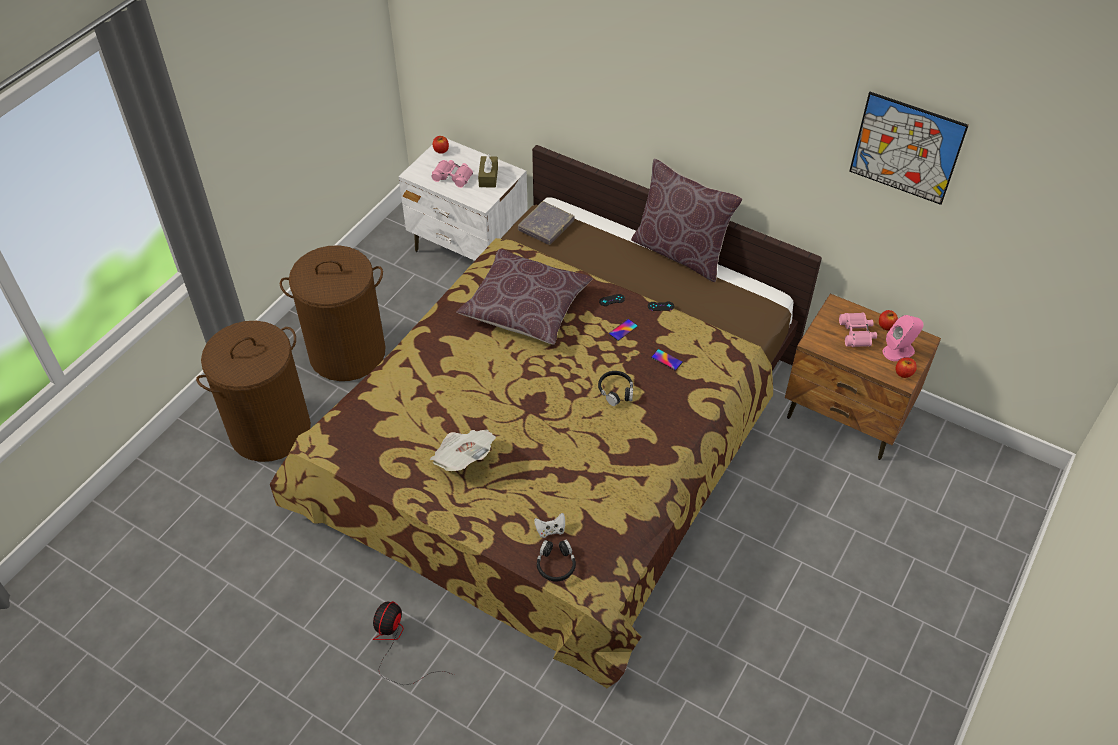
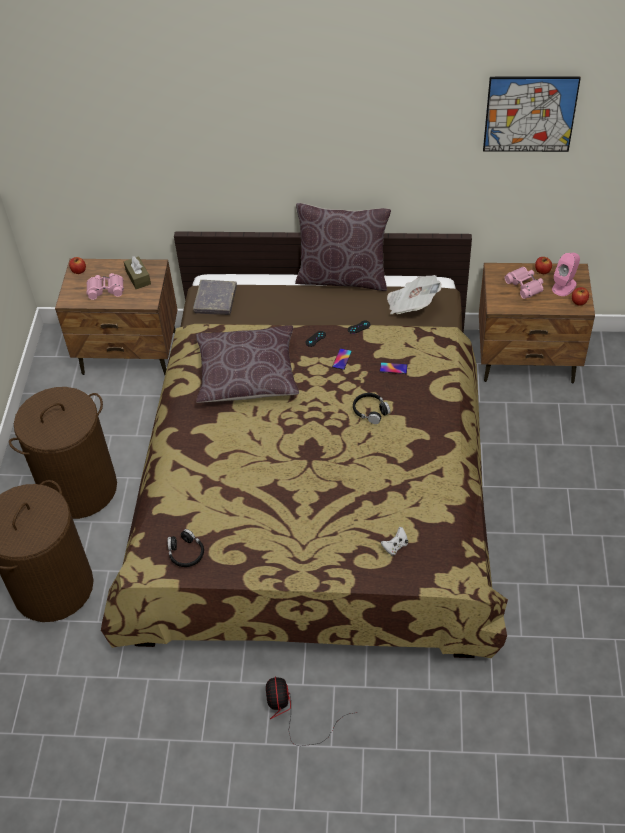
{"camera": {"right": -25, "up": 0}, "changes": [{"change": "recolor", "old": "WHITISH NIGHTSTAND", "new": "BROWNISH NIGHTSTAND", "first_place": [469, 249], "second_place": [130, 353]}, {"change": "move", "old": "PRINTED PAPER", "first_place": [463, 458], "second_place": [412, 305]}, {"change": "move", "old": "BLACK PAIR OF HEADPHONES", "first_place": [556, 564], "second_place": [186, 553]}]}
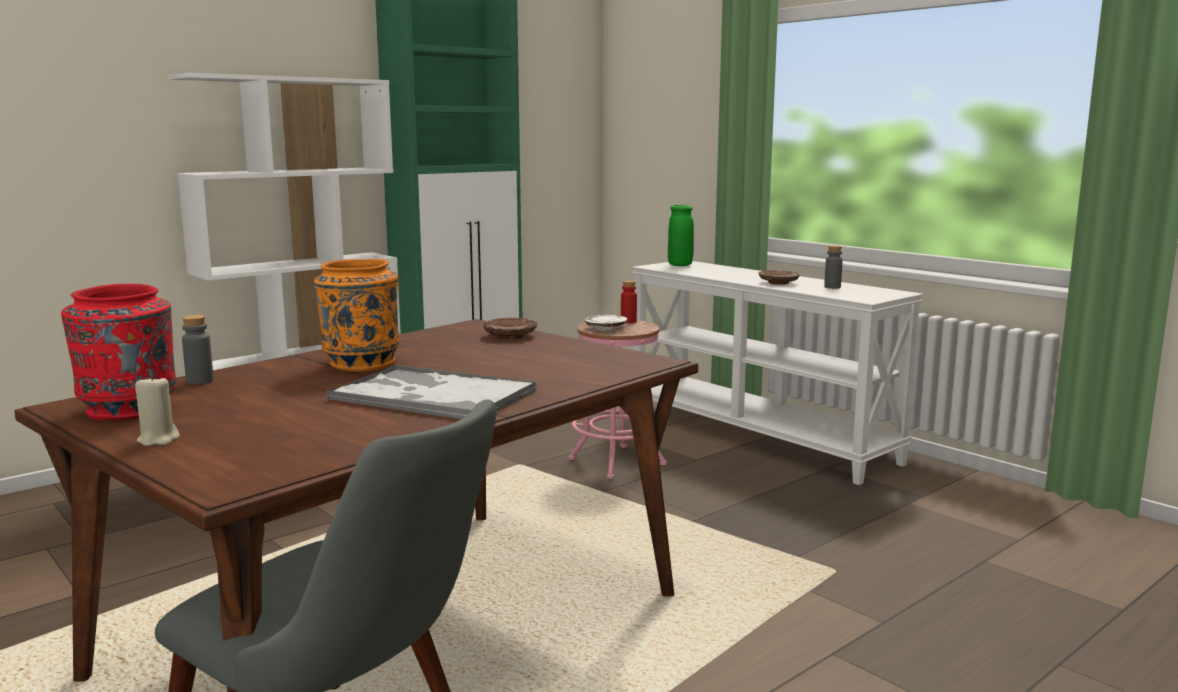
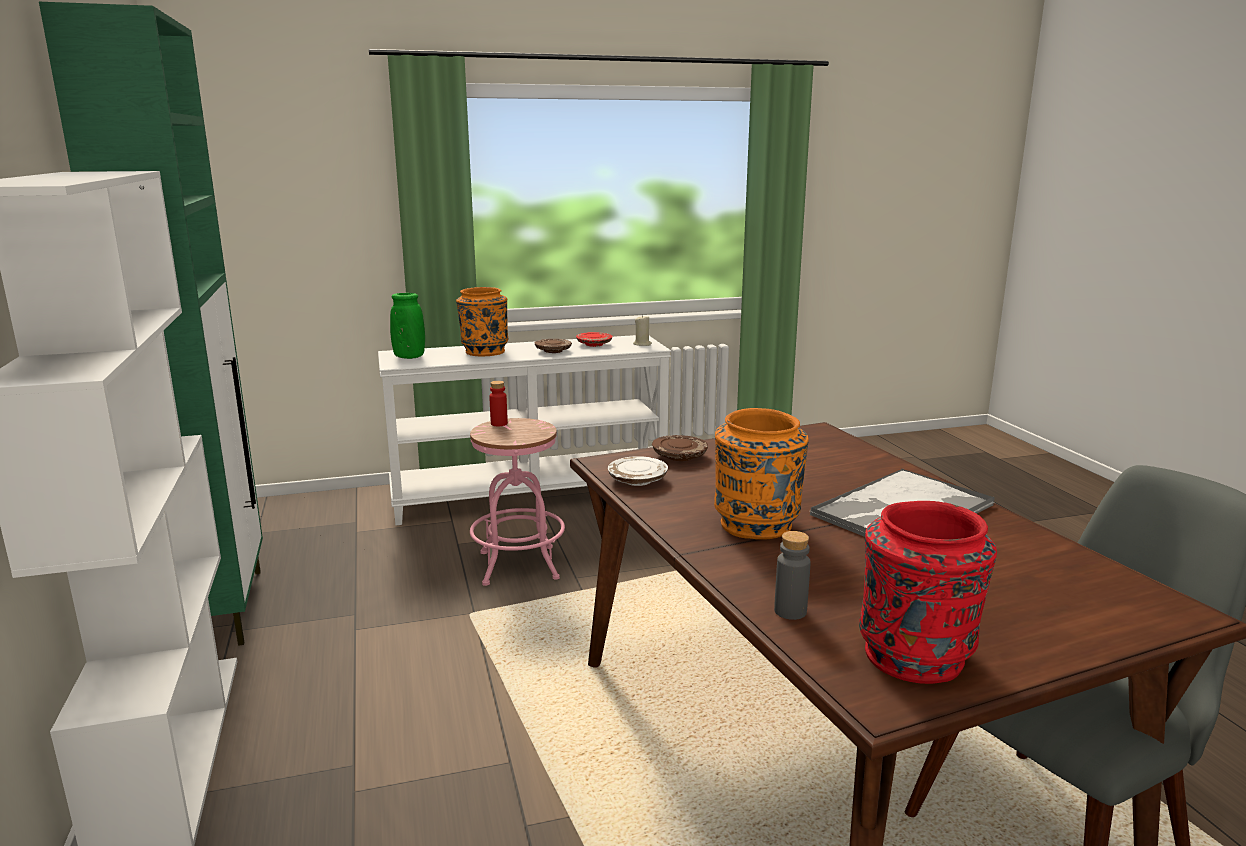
{"camera": {"right": -65, "up": 5}, "changes": [{"change": "replace", "old": "GRAY BEVERAGE BOTTLE", "new": "REDDISH PLATE", "first_place": [832, 287], "second_place": [594, 344]}, {"change": "move", "old": "WHITISH PLATE", "first_place": [605, 329], "second_place": [637, 480]}, {"change": "move", "old": "BEIGE-COLOURED WAX CANDLE", "first_place": [159, 440], "second_place": [642, 344]}, {"change": "insert", "new": "ORANGE-COLOURED DECORATIVE VASE", "second_place": [484, 351]}]}
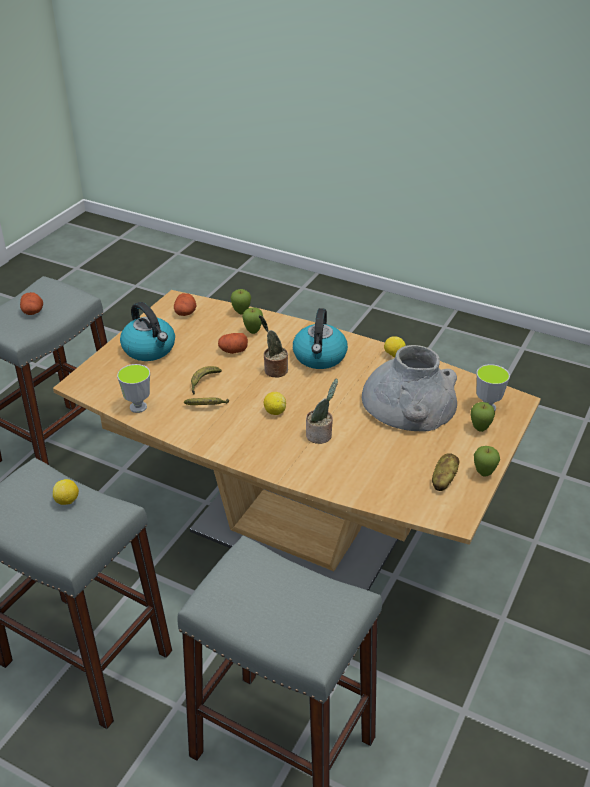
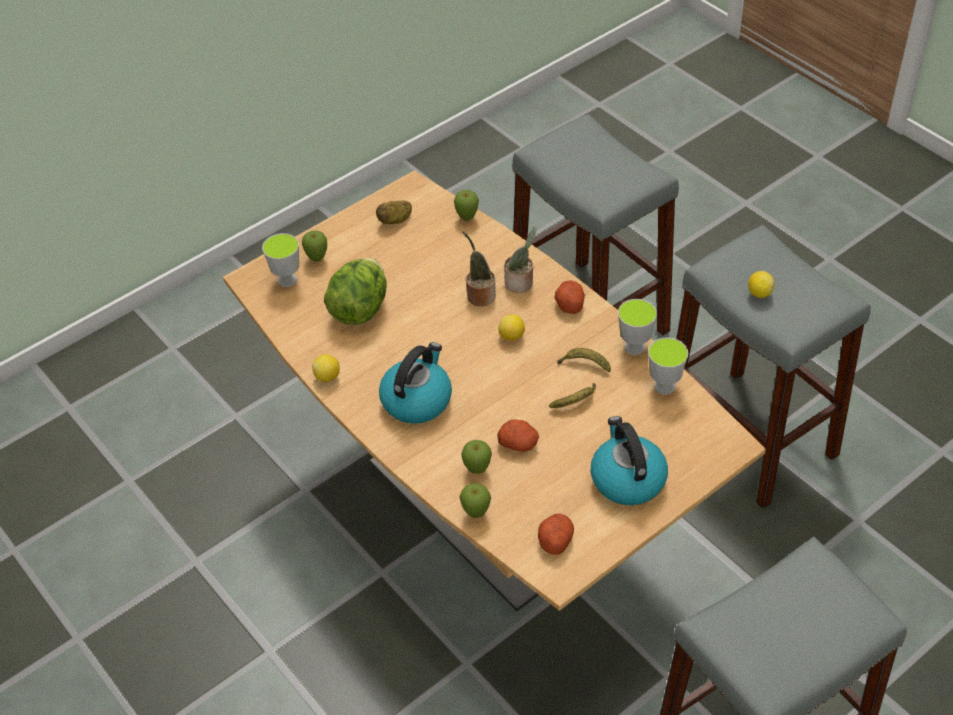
{"camera": {"right": -155, "up": 10}, "changes": [{"change": "move", "old": "WHOLE POTATO", "first_place": [33, 311], "second_place": [569, 304]}, {"change": "move", "old": "HOUSEPLANT", "first_place": [274, 370], "second_place": [521, 283]}, {"change": "replace", "old": "GRAY DECORATIVE VASE", "new": "LETTUCE HEAD", "first_place": [409, 401], "second_place": [360, 309]}, {"change": "move", "old": "APPLE FRUIT", "first_place": [483, 474], "second_place": [467, 218]}, {"change": "insert", "new": "CUP", "second_place": [634, 347]}]}
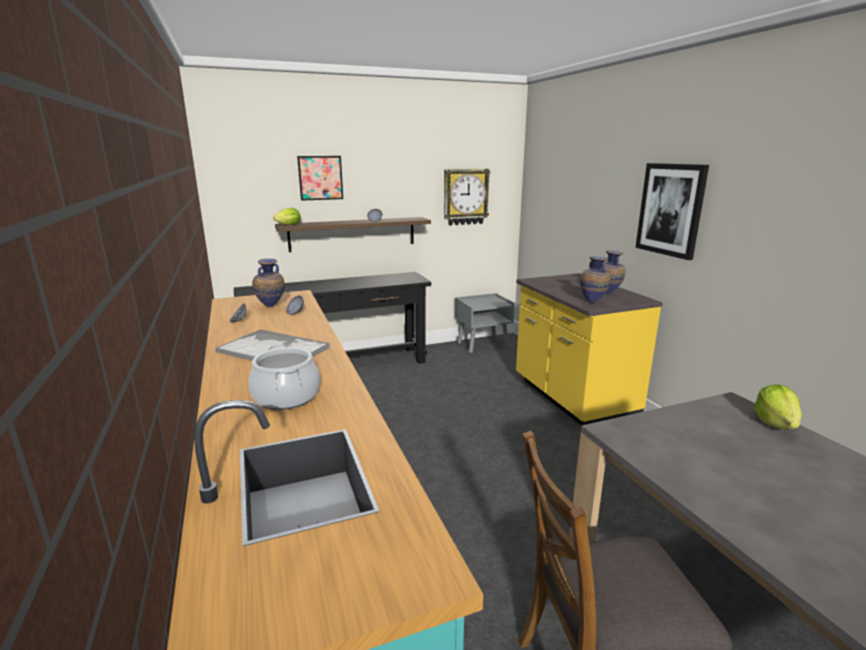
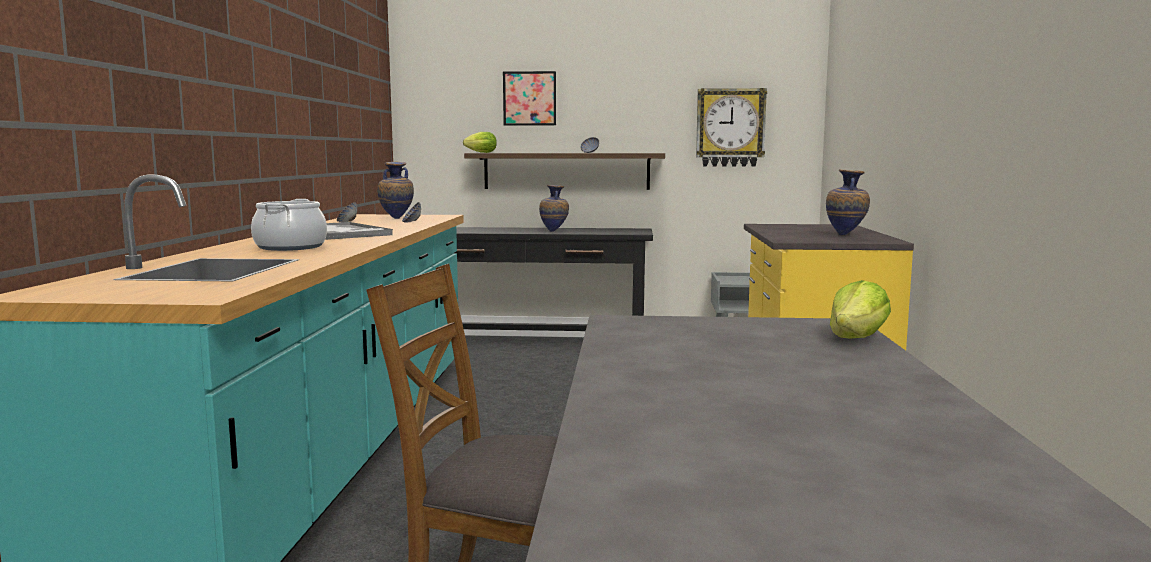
{"camera": {"right": 25, "up": -10}, "changes": [{"change": "delete", "old": "PICTURE", "first_place": [670, 209]}, {"change": "move", "old": "DECORATIVE VASE", "first_place": [593, 302], "second_place": [554, 231]}]}
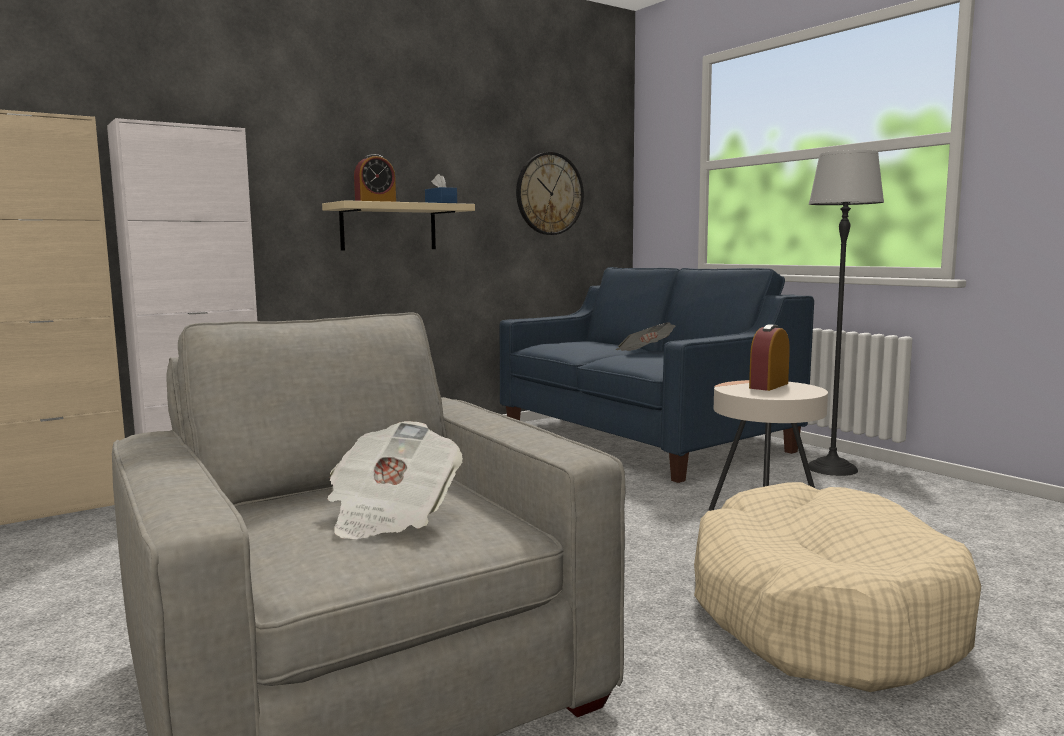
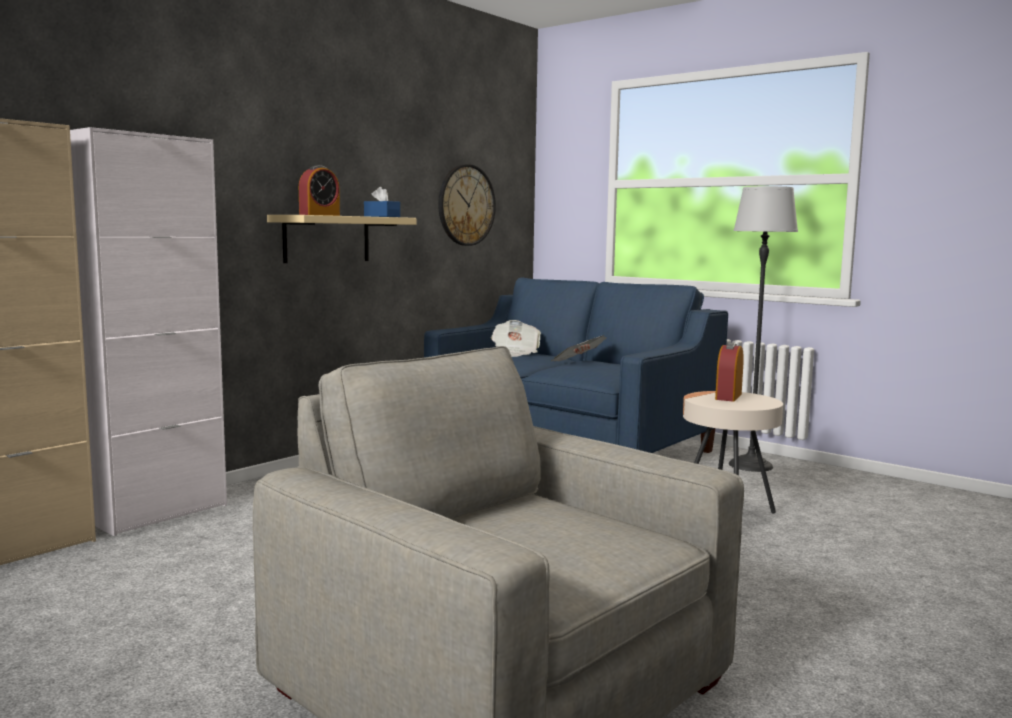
{"camera": {"right": -15, "up": 0}, "changes": [{"change": "move", "old": "PRINTED PAPER", "first_place": [391, 515], "second_place": [515, 353]}, {"change": "delete", "old": "BEIGE-COLOURED DOG BED", "first_place": [821, 614]}]}
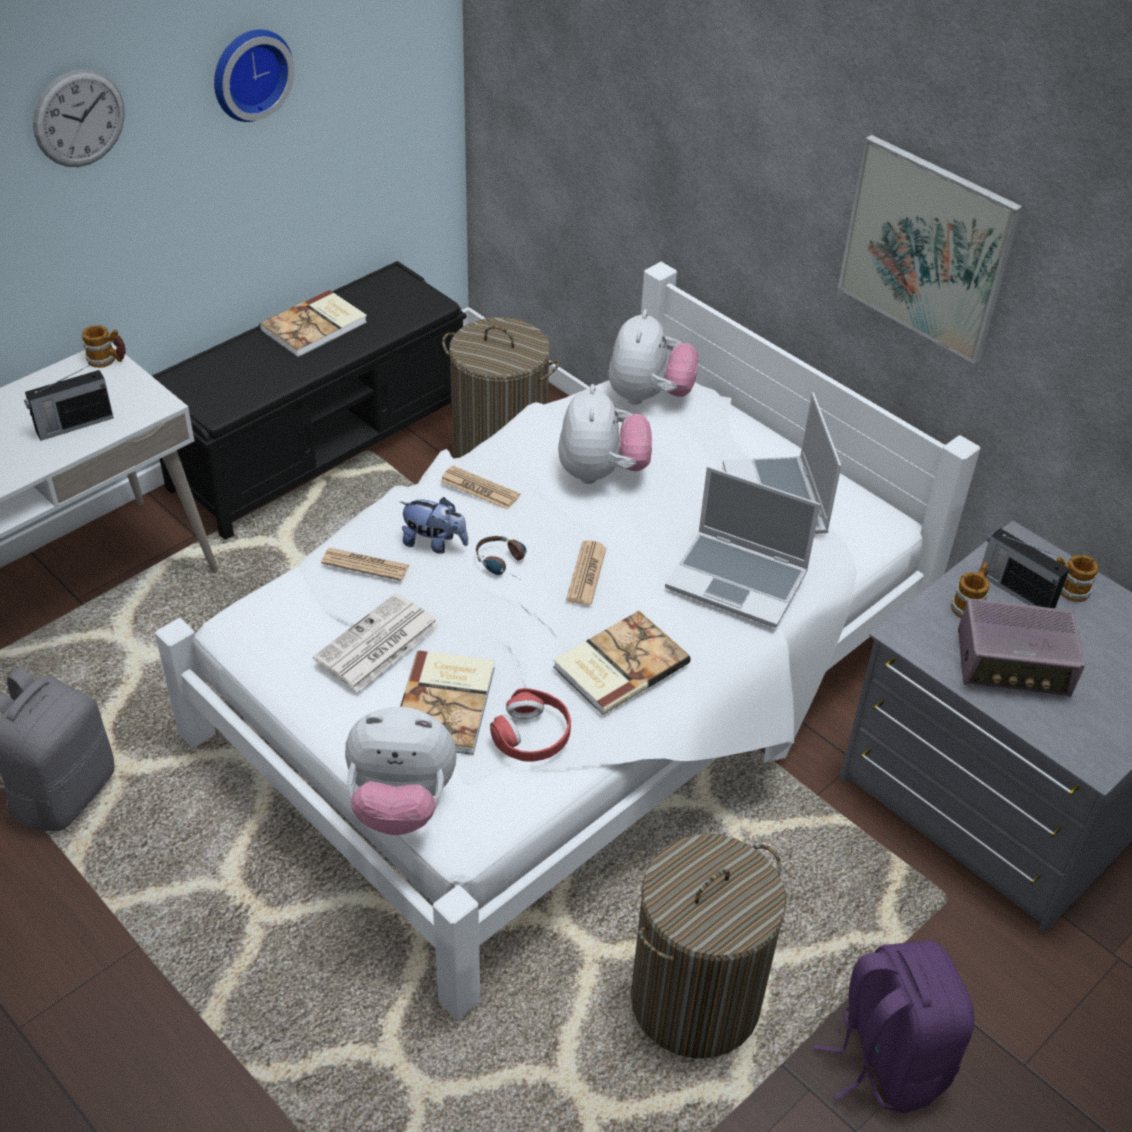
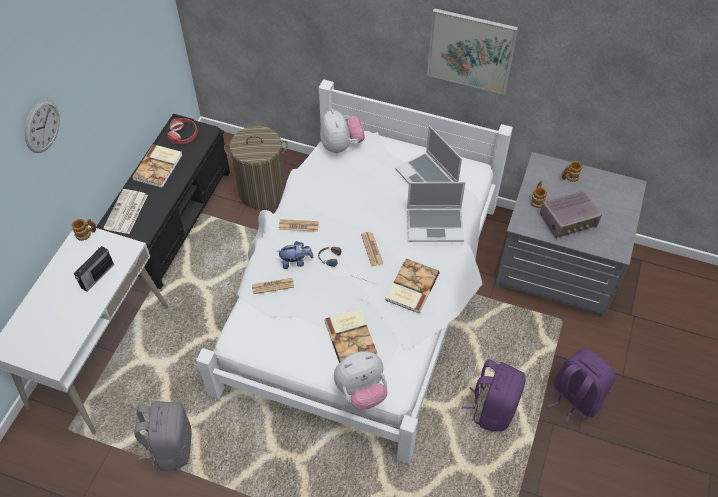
{"camera": {"right": -25, "up": 10}, "changes": [{"change": "delete", "old": "HANGING CLOCK", "first_place": [249, 73]}, {"change": "delete", "old": "PLUSH TOY", "first_place": [601, 472]}, {"change": "delete", "old": "RADIO RECEIVER", "first_place": [1015, 589]}, {"change": "move", "old": "PRINTED PAPER", "first_place": [376, 644], "second_place": [126, 212]}, {"change": "move", "old": "REDDISH PAIR OF HEADPHONES", "first_place": [532, 735], "second_place": [183, 135]}, {"change": "replace", "old": "LAUNDRY BASKET", "new": "PURPLE BACKPACK", "first_place": [695, 999], "second_place": [492, 408]}]}
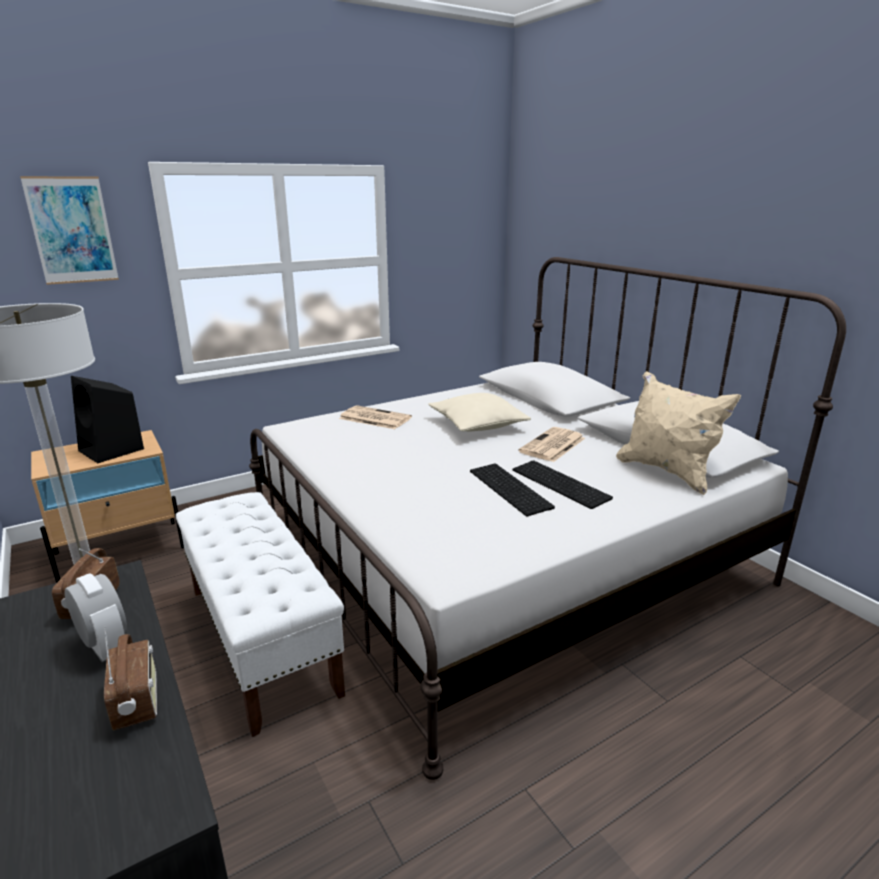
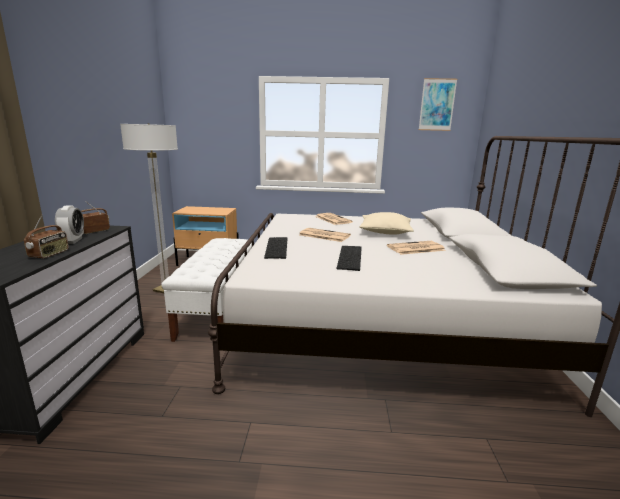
{"camera": {"right": 35, "up": -5}, "changes": [{"change": "move", "old": "PICTURE", "first_place": [72, 230], "second_place": [437, 105]}, {"change": "delete", "old": "BEIGE-COLOURED CUSHION", "first_place": [666, 472]}, {"change": "delete", "old": "BLACK SPEAKER", "first_place": [112, 450]}, {"change": "move", "old": "PC KEYBOARD", "first_place": [562, 483], "second_place": [278, 248]}, {"change": "insert", "new": "PRINTED PAPER", "second_place": [323, 235]}]}
